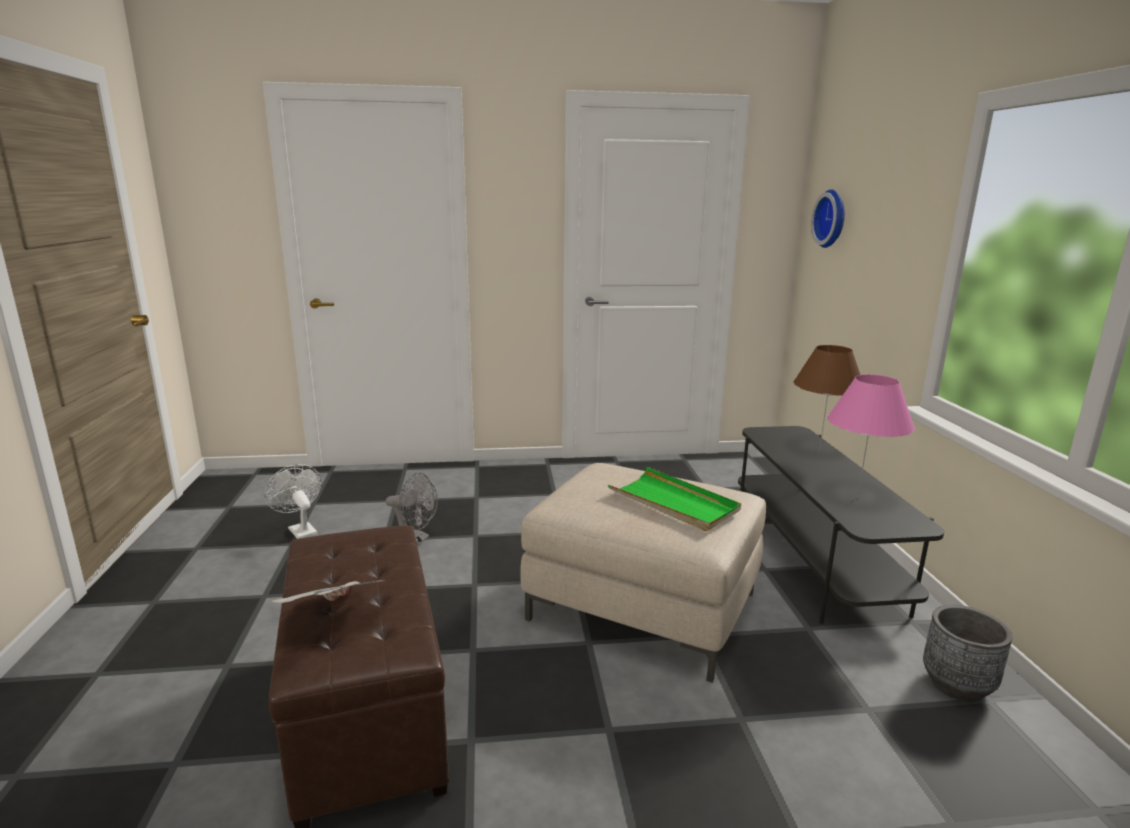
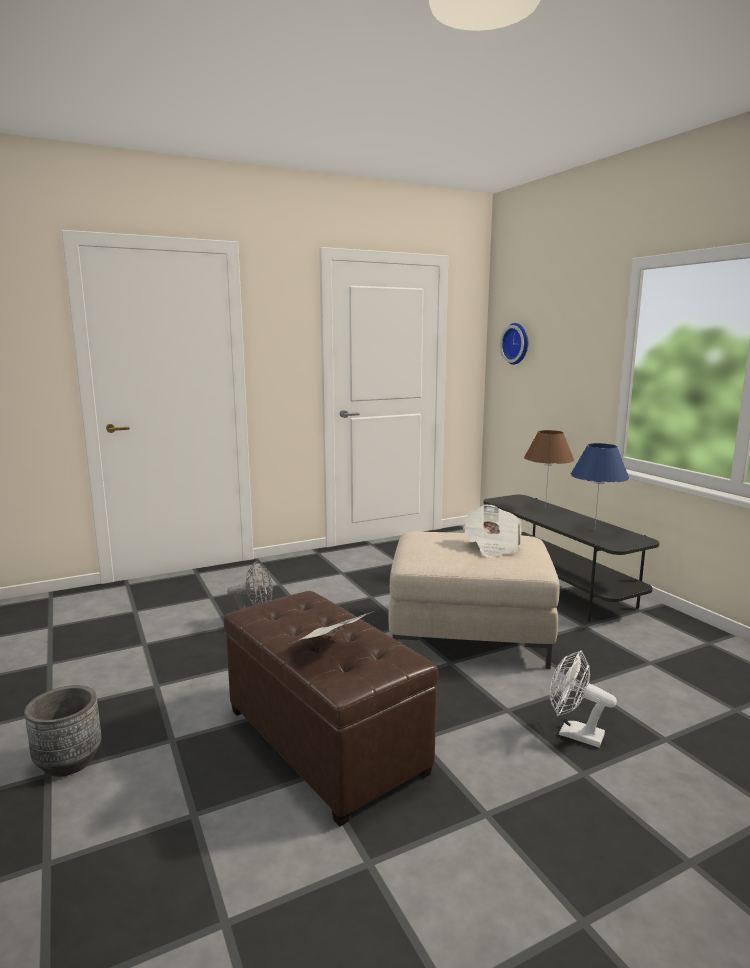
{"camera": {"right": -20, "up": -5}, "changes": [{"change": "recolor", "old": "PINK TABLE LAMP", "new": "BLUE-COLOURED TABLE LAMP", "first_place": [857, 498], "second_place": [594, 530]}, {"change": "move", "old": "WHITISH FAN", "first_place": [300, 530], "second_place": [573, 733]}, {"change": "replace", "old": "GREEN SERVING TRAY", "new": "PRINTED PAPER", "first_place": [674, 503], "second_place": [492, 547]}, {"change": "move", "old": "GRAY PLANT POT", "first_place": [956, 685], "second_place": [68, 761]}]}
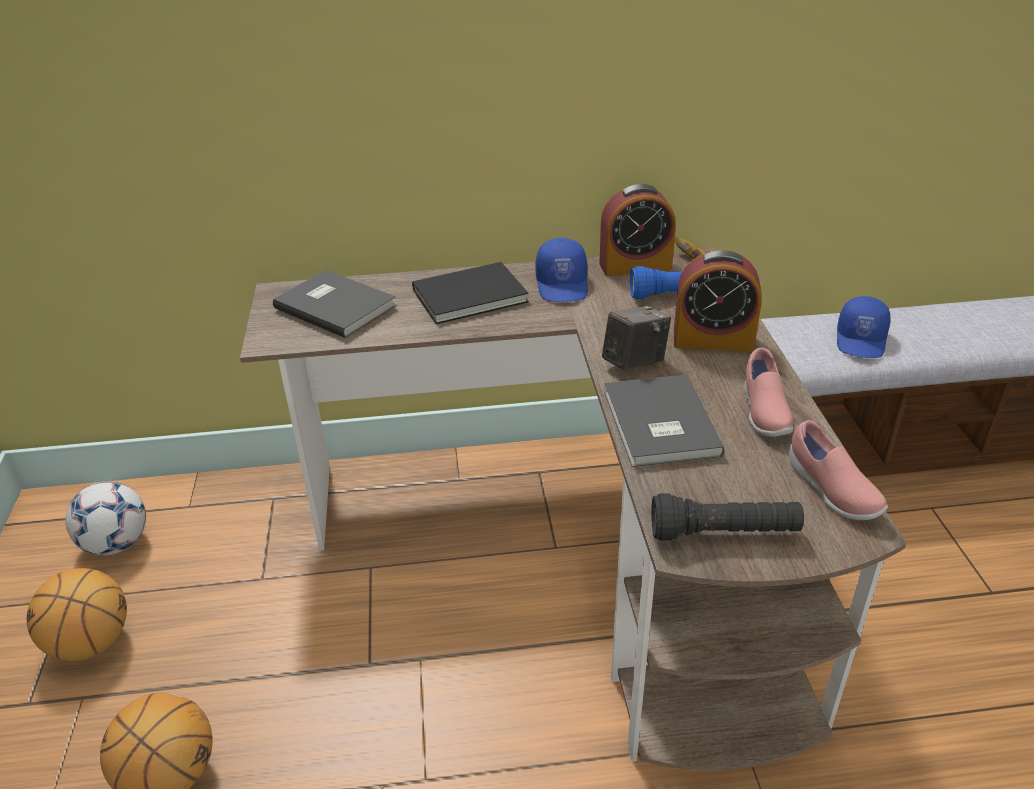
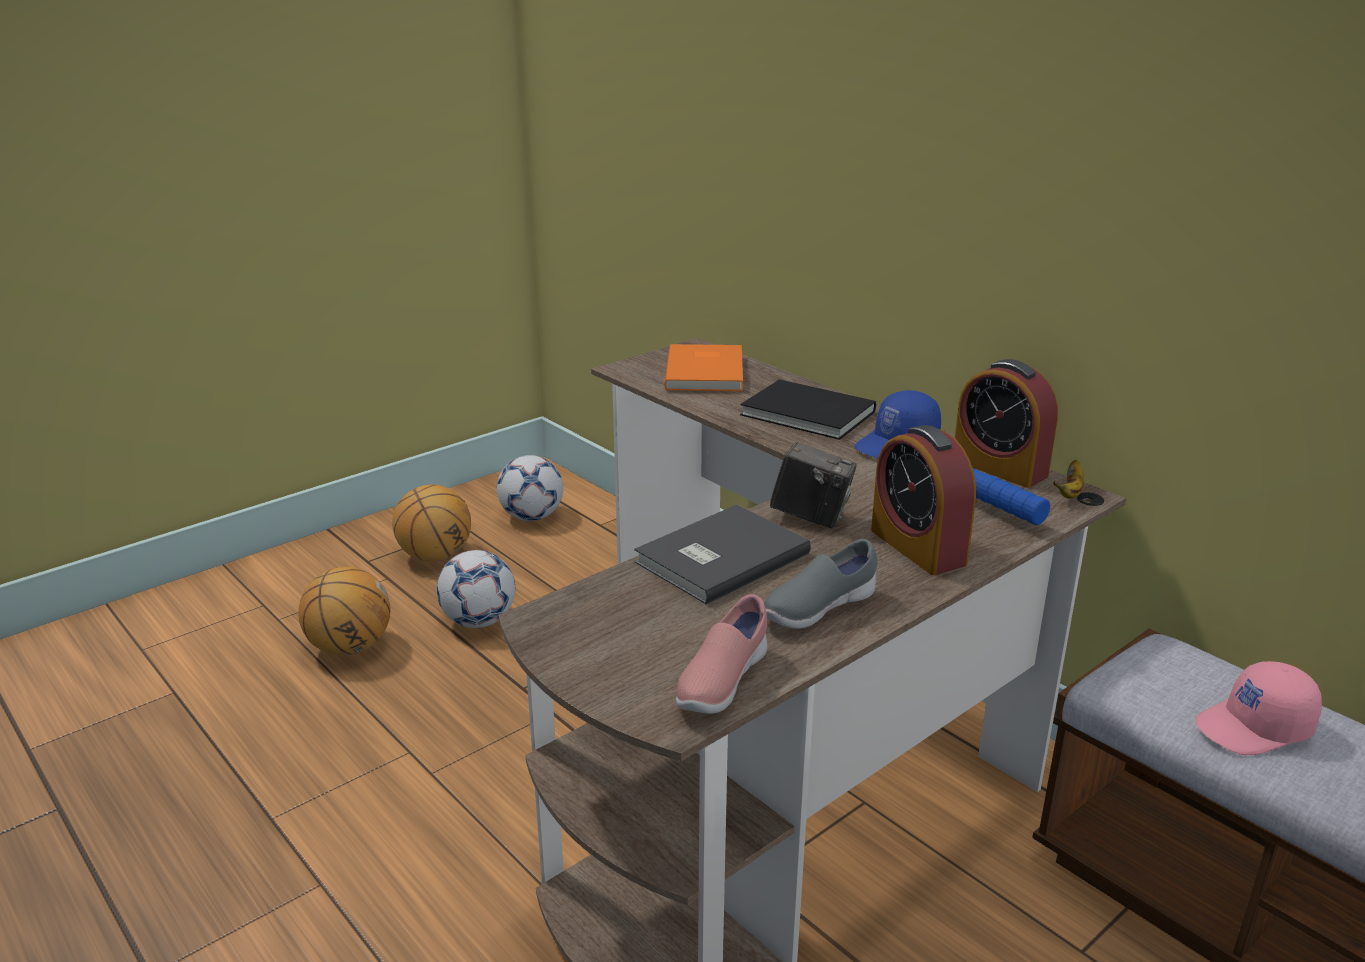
{"camera": {"right": 55, "up": -10}, "changes": [{"change": "recolor", "old": "GRAY VOLUME", "new": "ORANGE-COLOURED VOLUME", "first_place": [336, 305], "second_place": [707, 371]}, {"change": "recolor", "old": "BLUE-COLOURED BASEBALL CAP", "new": "PINK BASEBALL CAP", "first_place": [861, 340], "second_place": [1255, 728]}, {"change": "recolor", "old": "PINK LOW SHOE", "new": "GRAY LOW SHOE", "first_place": [763, 412], "second_place": [817, 609]}, {"change": "delete", "old": "BLACK HAND TORCH", "first_place": [724, 533]}, {"change": "insert", "new": "BALL FOR FOOTBALL", "second_place": [479, 621]}]}
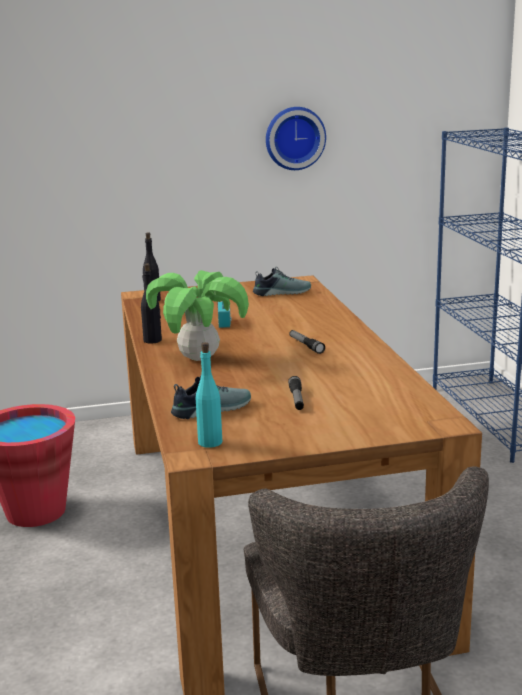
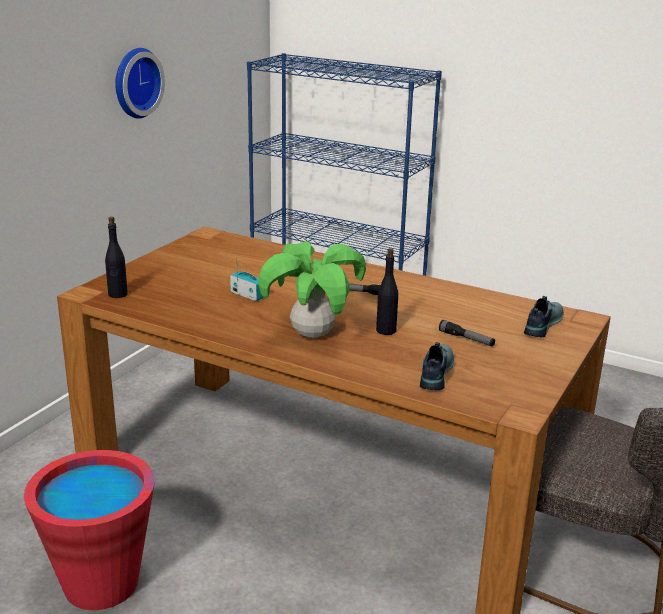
{"camera": {"right": -50, "up": 5}, "changes": [{"change": "move", "old": "BLACK BEVERAGE BOTTLE", "first_place": [153, 340], "second_place": [386, 330]}, {"change": "move", "old": "LOW SHOE", "first_place": [281, 292], "second_place": [541, 324]}, {"change": "delete", "old": "BLUE-GREEN BEVERAGE BOTTLE", "first_place": [210, 442]}]}
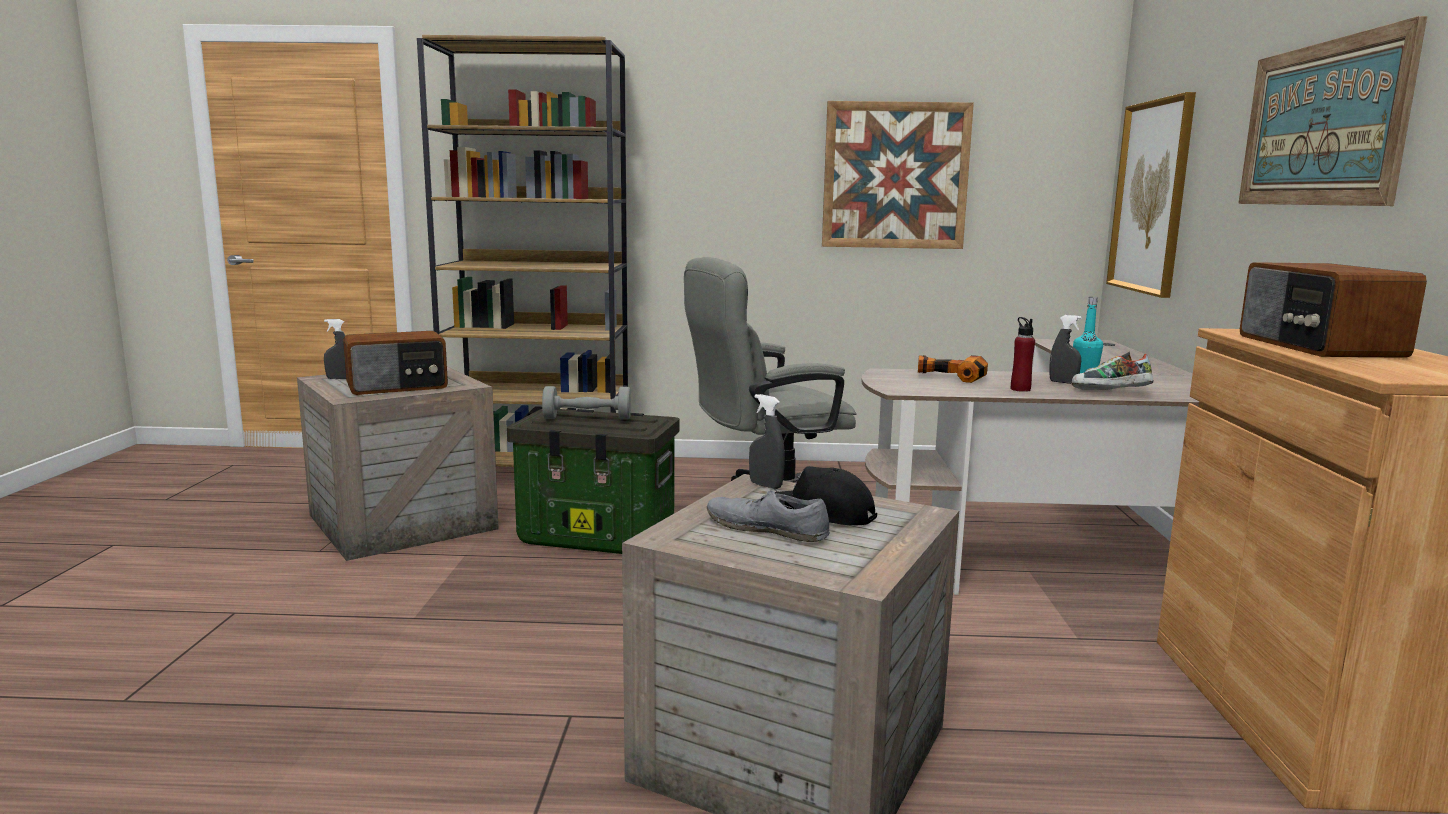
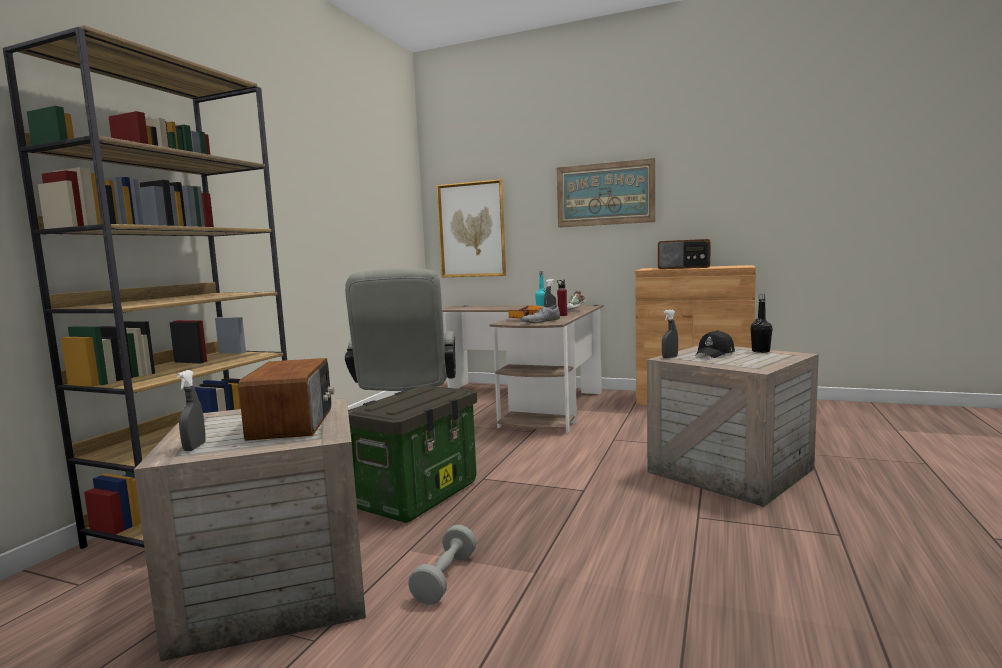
{"camera": {"right": -70, "up": -5}, "changes": [{"change": "delete", "old": "PICTURE", "first_place": [895, 176]}, {"change": "move", "old": "GRAY DUMBBELL", "first_place": [587, 419], "second_place": [445, 578]}, {"change": "move", "old": "GRAY LOW SHOE", "first_place": [766, 529], "second_place": [540, 321]}, {"change": "insert", "new": "BLACK BEVERAGE BOTTLE", "second_place": [760, 351]}]}
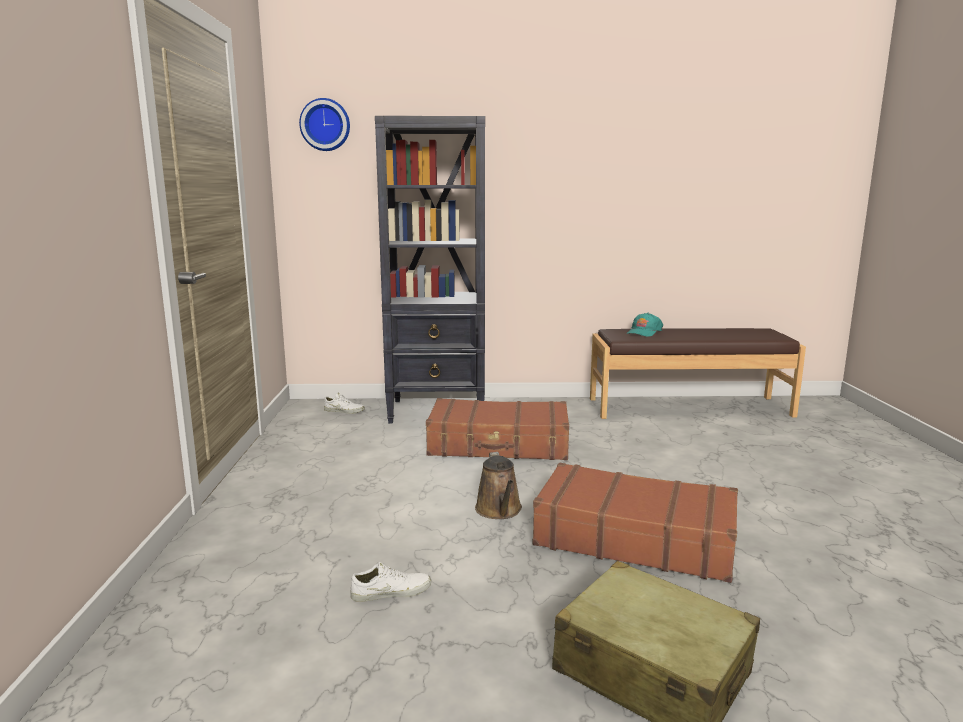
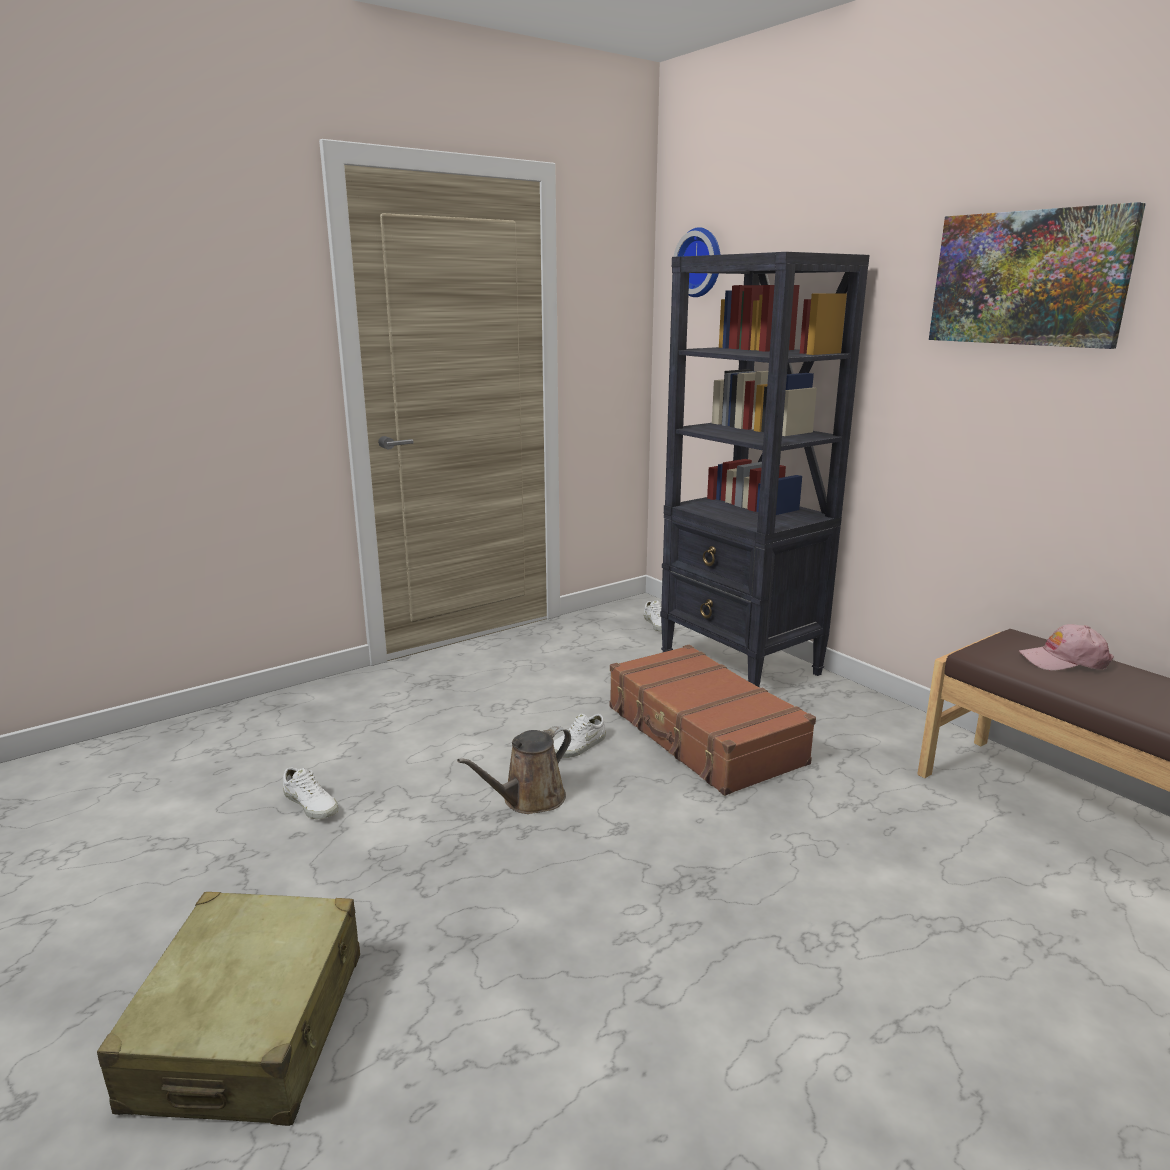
{"camera": {"right": 55, "up": 5}, "changes": [{"change": "recolor", "old": "BLUE-GREEN BASEBALL CAP", "new": "PINK BASEBALL CAP", "first_place": [644, 332], "second_place": [1064, 660]}, {"change": "delete", "old": "BROWNISH PIECE OF LUGGAGE", "first_place": [634, 538]}, {"change": "insert", "new": "PICTURE", "second_place": [1028, 278]}, {"change": "insert", "new": "WHITISH LOW SHOE", "second_place": [577, 747]}]}
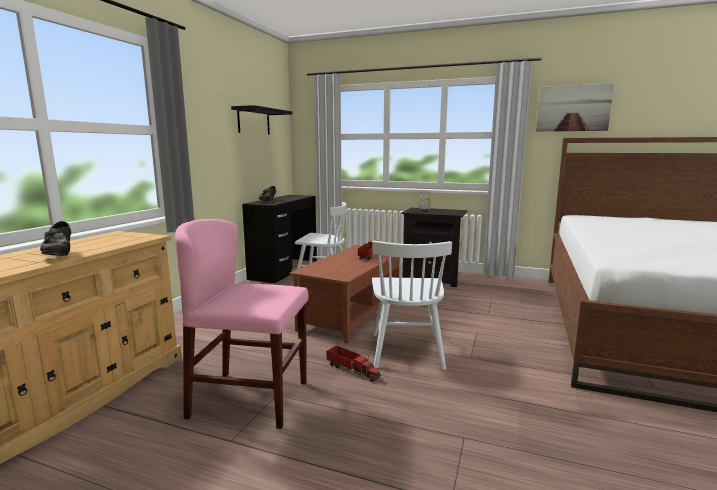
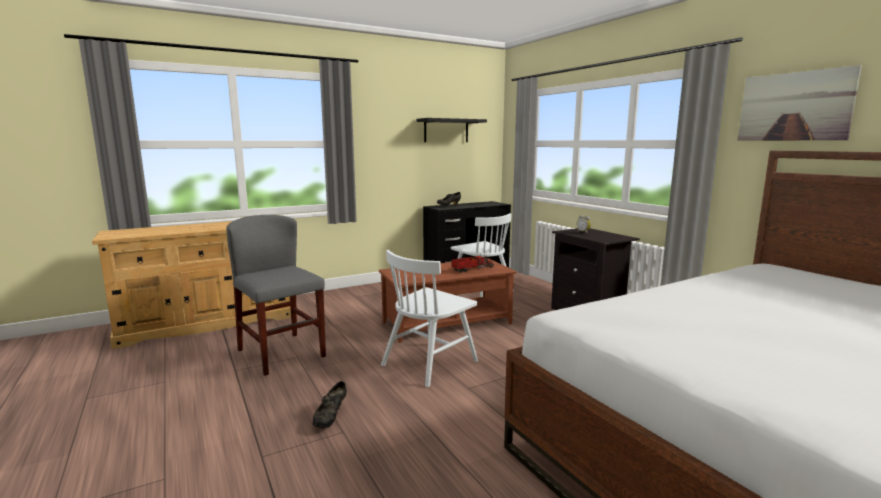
{"camera": {"right": 40, "up": 0}, "changes": [{"change": "recolor", "old": "PINK PLAIN CHAIR", "new": "GRAY PLAIN CHAIR", "first_place": [250, 398], "second_place": [281, 353]}, {"change": "move", "old": "BLACK LOW SHOE", "first_place": [59, 255], "second_place": [330, 418]}, {"change": "delete", "old": "TOY LORRY", "first_place": [352, 370]}]}
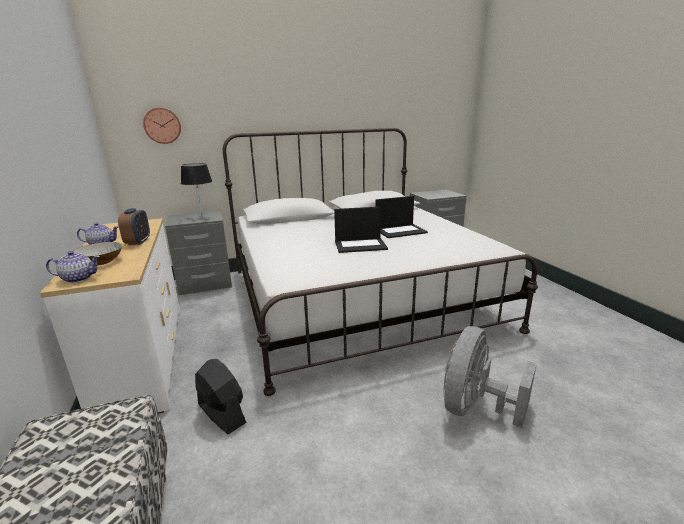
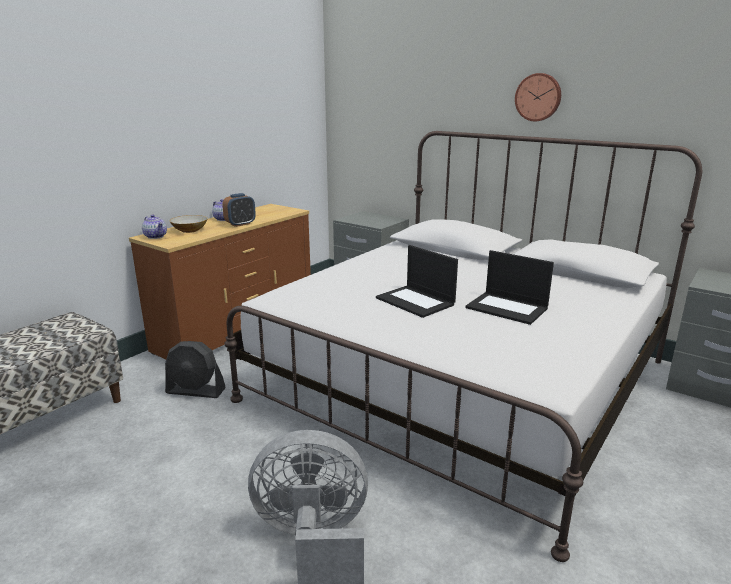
{"camera": {"right": 55, "up": 0}, "changes": [{"change": "move", "old": "HANGING CLOCK", "first_place": [162, 125], "second_place": [538, 97]}, {"change": "delete", "old": "BLACK TABLE LAMP", "first_place": [202, 218]}, {"change": "recolor", "old": "WHITISH DRESSER", "new": "BROWNISH DRESSER", "first_place": [144, 357], "second_place": [236, 328]}, {"change": "rotate", "old": "BLACK FAN", "first_place": [221, 413], "second_place": [196, 391], "degrees": 90}]}
